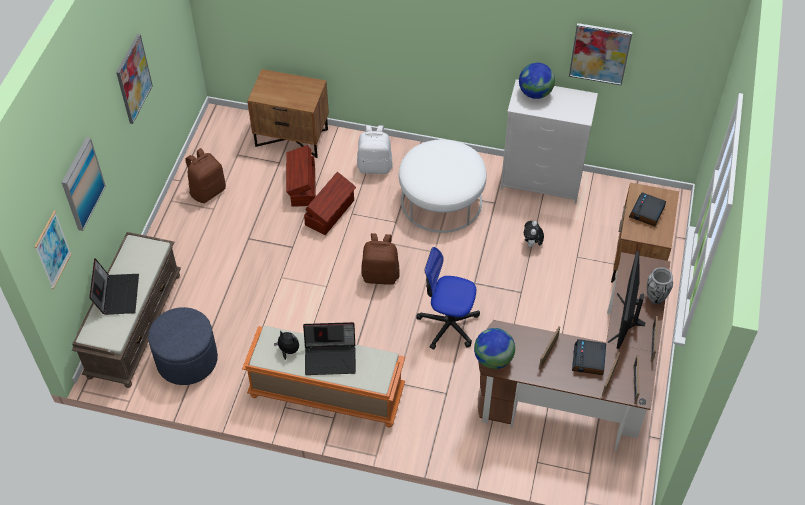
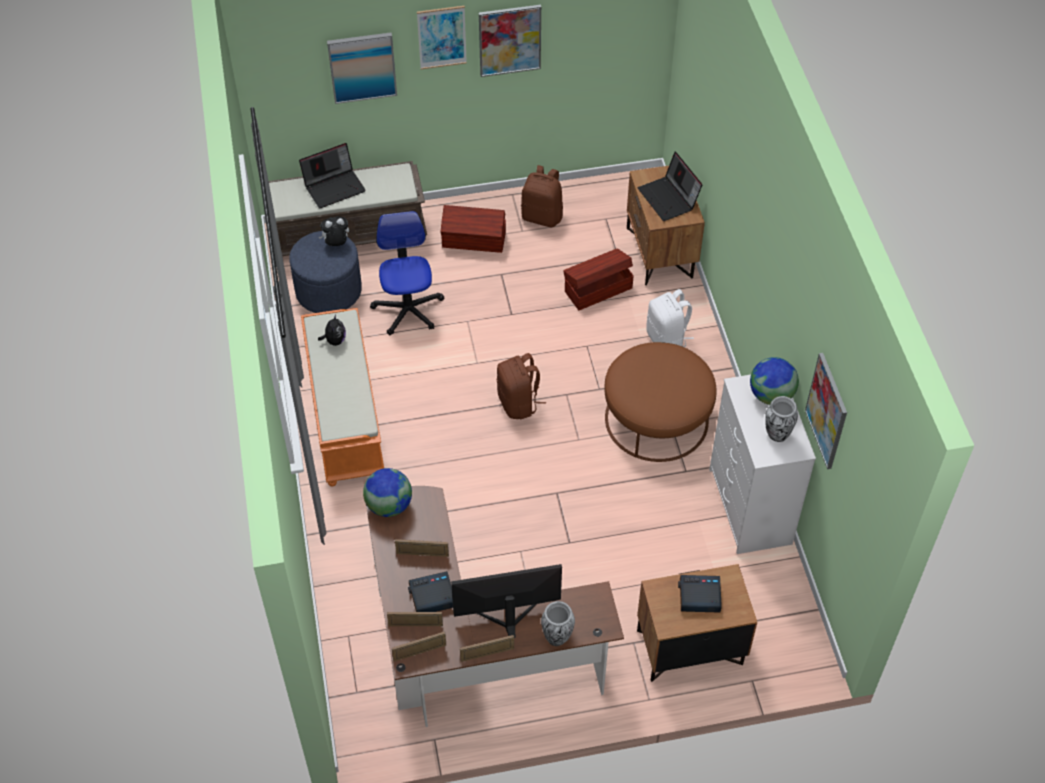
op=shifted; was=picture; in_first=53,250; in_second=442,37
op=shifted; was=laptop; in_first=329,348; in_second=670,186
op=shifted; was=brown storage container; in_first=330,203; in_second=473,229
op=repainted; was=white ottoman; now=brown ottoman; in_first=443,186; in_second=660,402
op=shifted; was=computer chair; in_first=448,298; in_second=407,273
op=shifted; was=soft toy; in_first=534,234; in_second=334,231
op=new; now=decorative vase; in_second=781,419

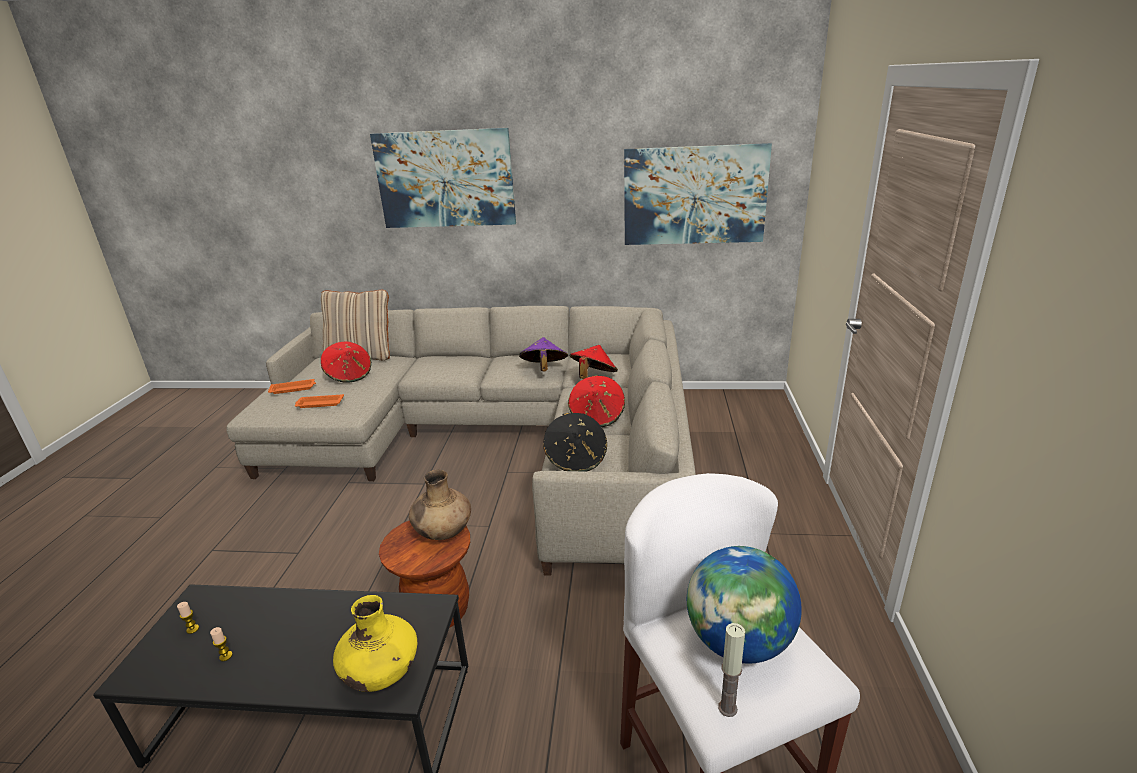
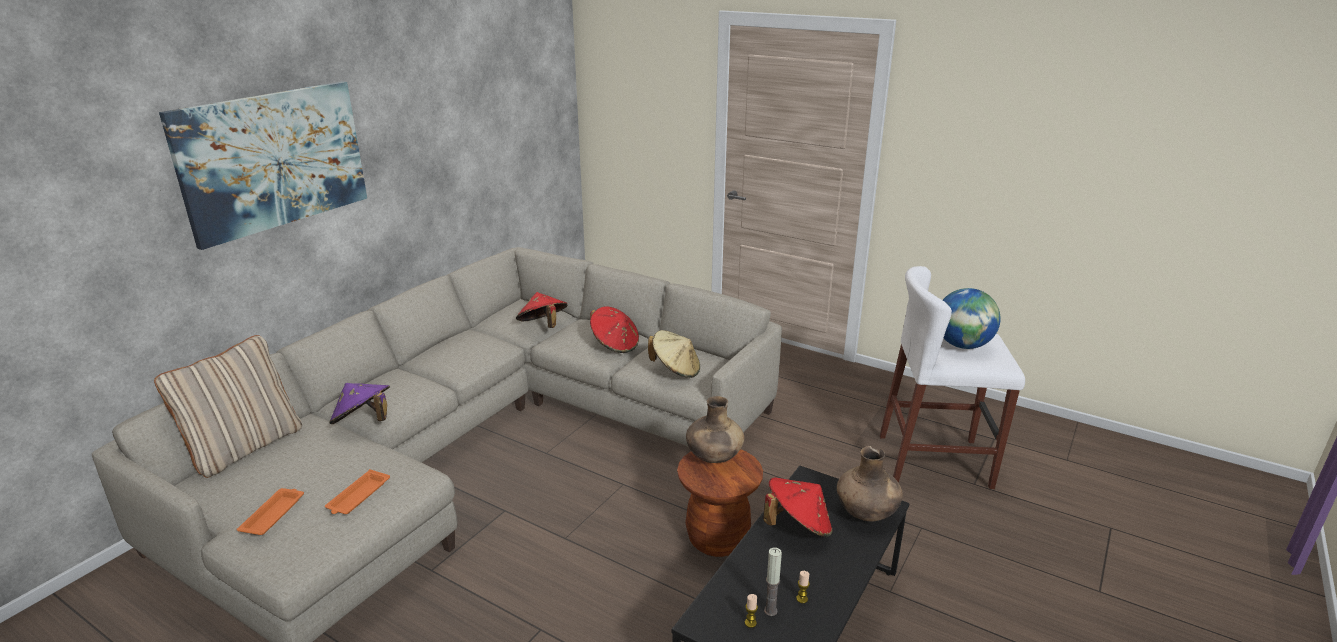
op=shifted; was=red-coloured wearable hat; in_first=346,362; in_second=798,507
op=repainted; was=yellow-coloured decorative vase; now=brown decorative vase; in_first=375,643; in_second=870,483
op=shifted; was=purple wearable hat; in_first=543,354; in_second=359,403
op=repainted; was=blackish wearable hat; now=beige wearable hat; in_first=575,442; in_second=674,354
op=gone; was=picture; in_first=698,194
op=shifted; was=candle; in_first=731,670; in_second=773,582

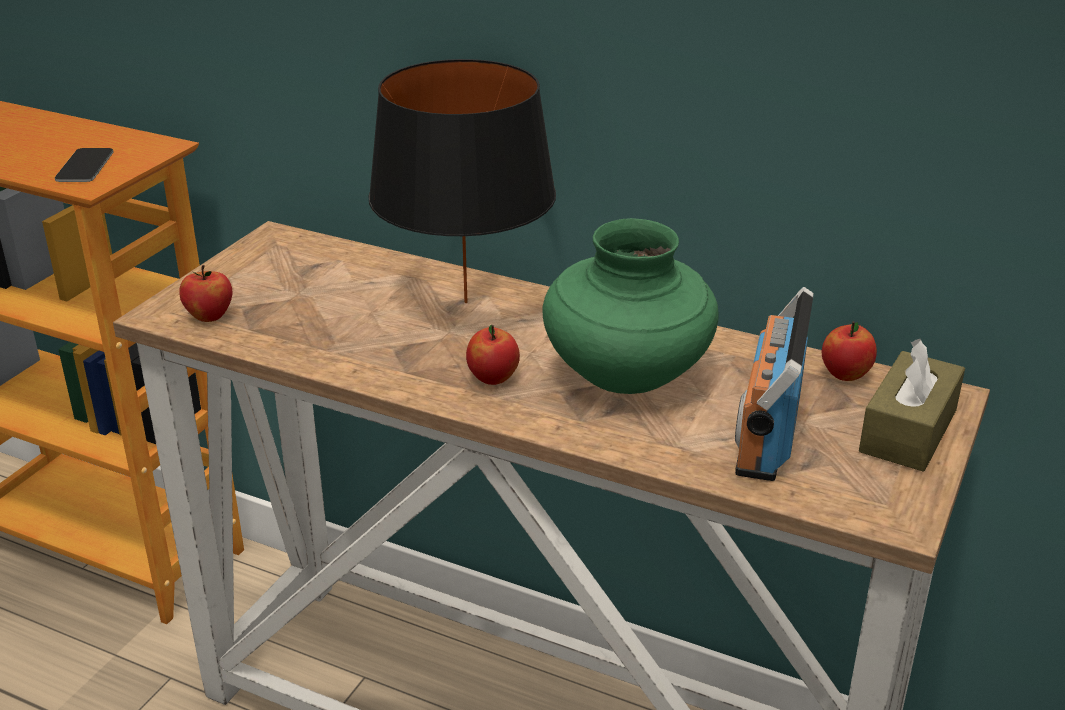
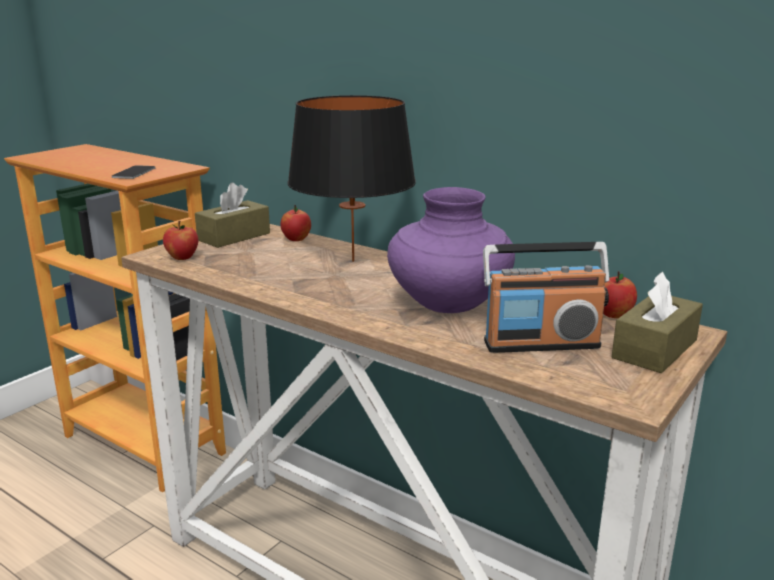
op=shifted; was=whole apple; in_first=493,355; in_second=296,223
op=repainted; was=green decorative vase; now=purple decorative vase; in_first=630,306; in_second=451,250
op=rotated; was=radio receiver; in_first=774,384; in_second=546,297; clockwise=-120
op=new; now=brown tissue holder; in_second=232,215

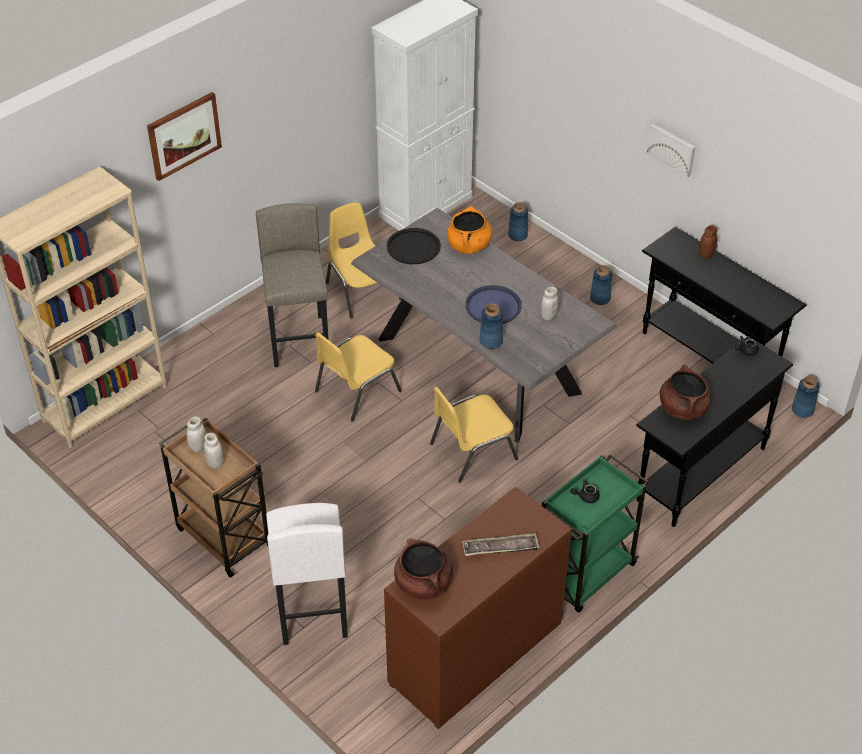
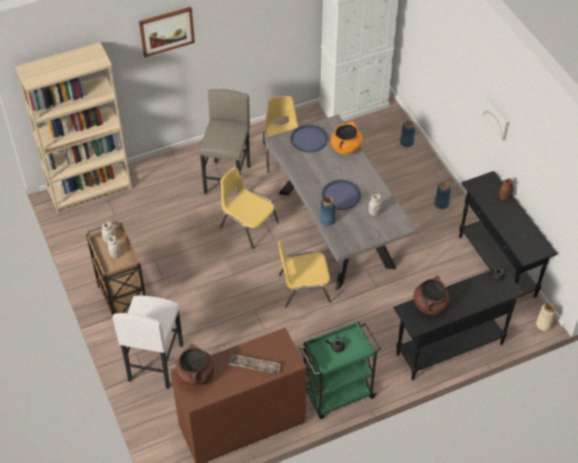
op=rotated; was=yellow-coloured chair; in_first=358,377; in_second=249,208; clockwise=60
op=repainted; was=blackish serving tray; now=blue-coloured serving tray; in_first=414,246; in_second=309,138
op=repainted; was=blue-coloured decorative vase; now=beige decorative vase; in_first=806,397; in_second=546,317

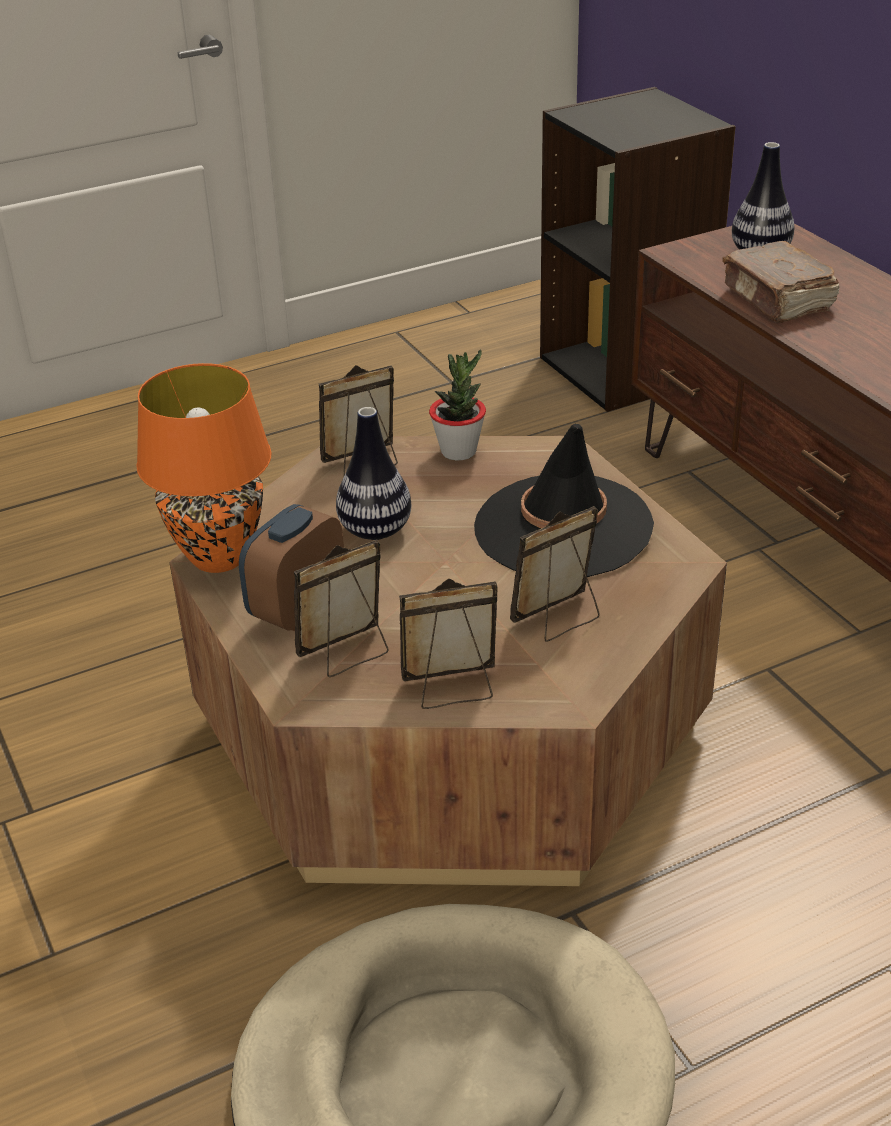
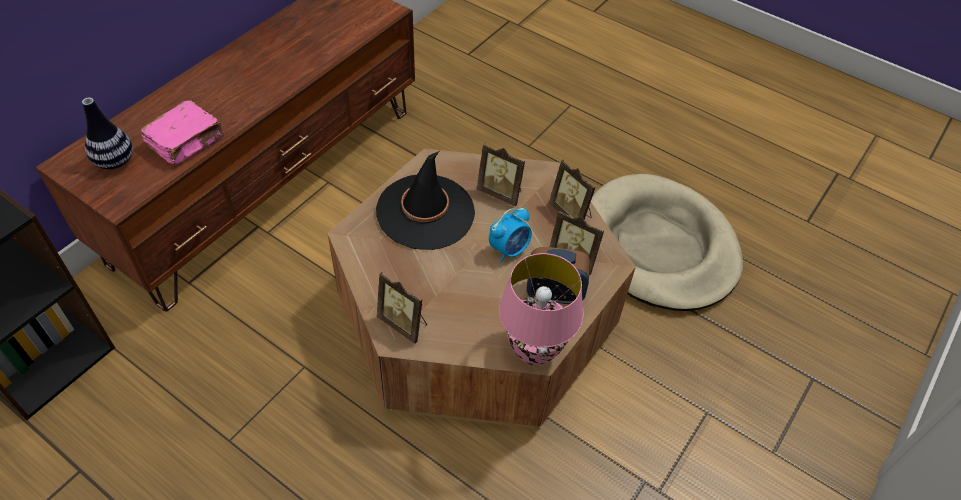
op=repainted; was=orange-coloured tabletop lamp; now=pink-coloured tabletop lamp; in_first=203,468; in_second=541,309
op=gone; was=decorative vase; in_first=373,473
op=gone; was=potted plant; in_first=457,404
op=repainted; was=brown volume; now=pink-coloured volume; in_first=781,282; in_second=182,132
op=new; now=bedside clock; in_second=510,235

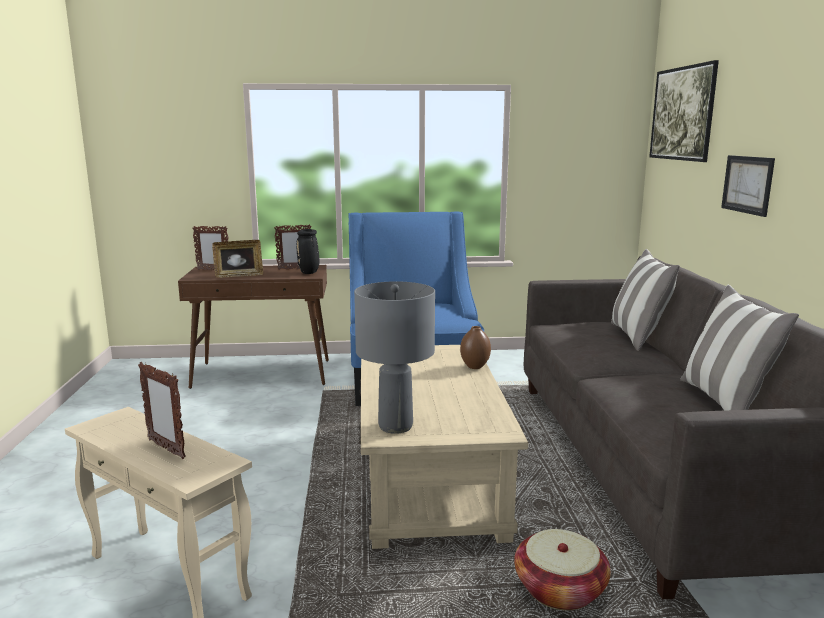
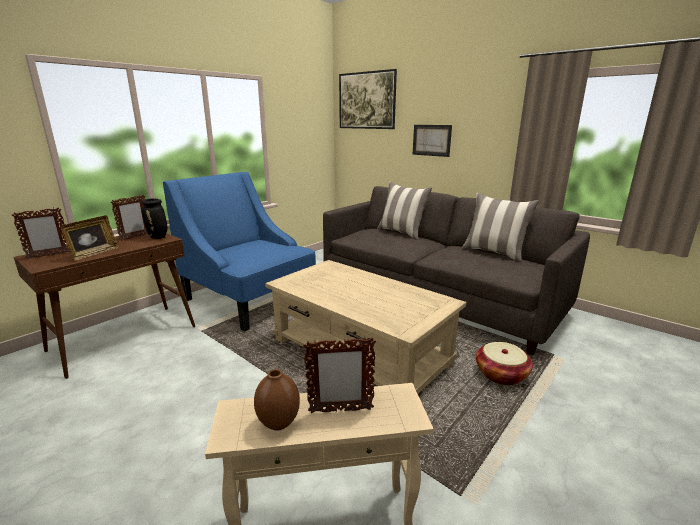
op=gone; was=grey tabletop lamp; in_first=394,357
op=shifted; was=brown decorative vase; in_first=475,347; in_second=277,400

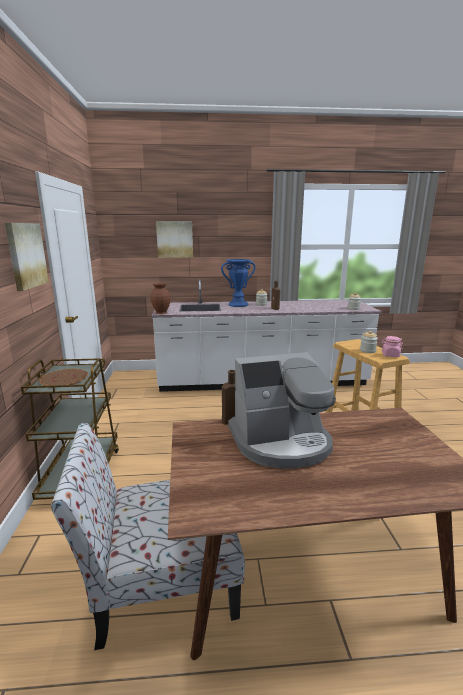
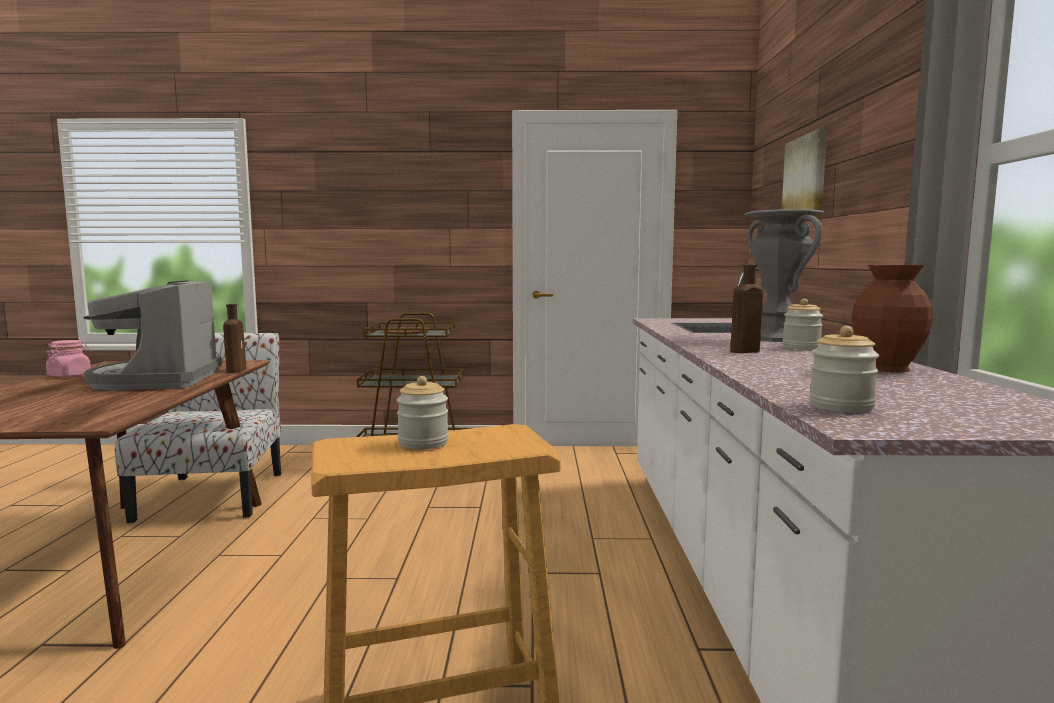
op=gone; was=picture; in_first=27,257
op=shifted; was=brown decorative vase; in_first=160,298; in_second=892,318
op=repainted; was=blue-coloured decorative vase; now=grey decorative vase; in_first=238,283; in_second=784,275
op=shifted; was=pink-coloured jar; in_first=392,346; in_second=68,359

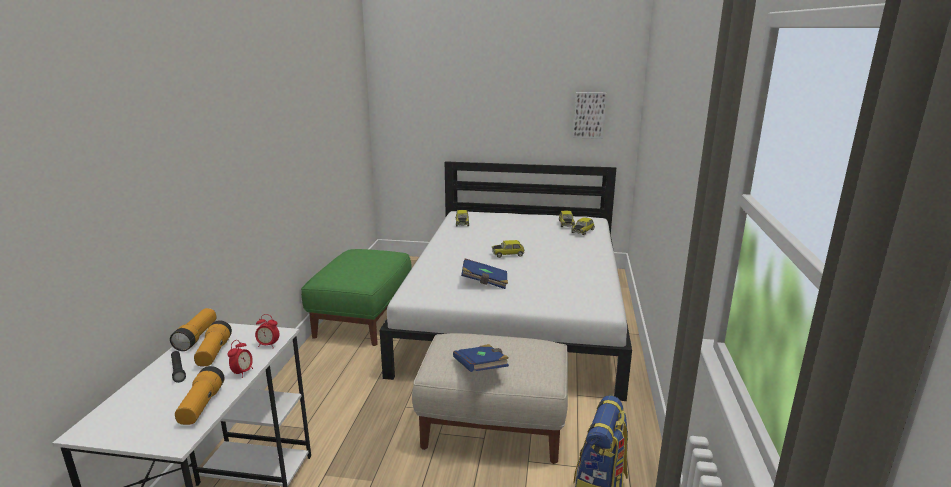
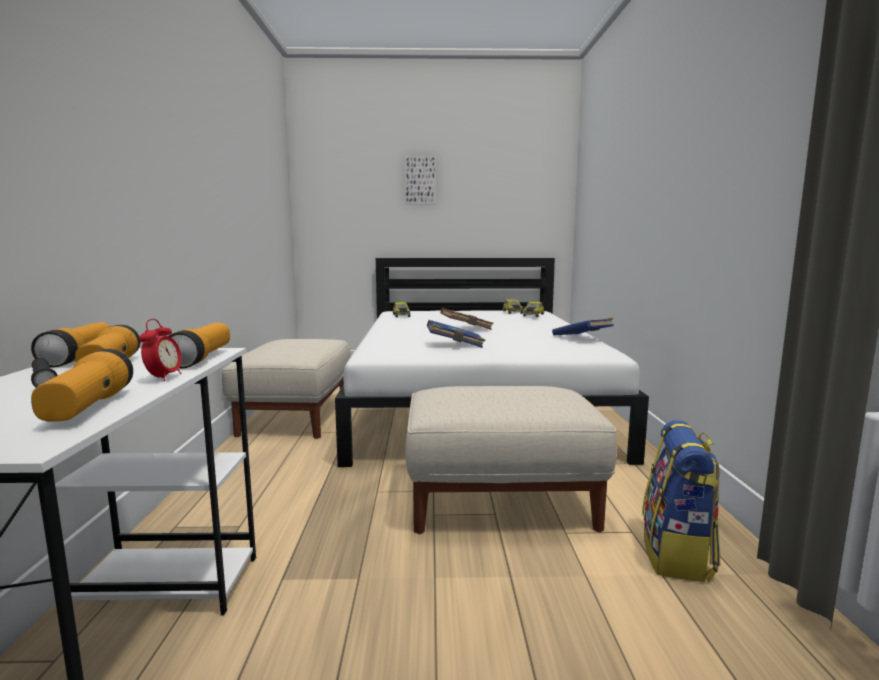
op=swapped; was=bedside clock; now=hand torch; in_first=267,330; in_second=199,346
op=repainted; was=green ottoman; now=beige ottoman; in_first=356,297; in_second=286,389
op=shifted; was=blue-coloured volume; in_first=481,358; in_second=583,326
op=swapped; was=model car; now=brown volume; in_first=508,249; in_second=467,319
op=shifted; was=picture; in_first=589,115; in_second=420,180

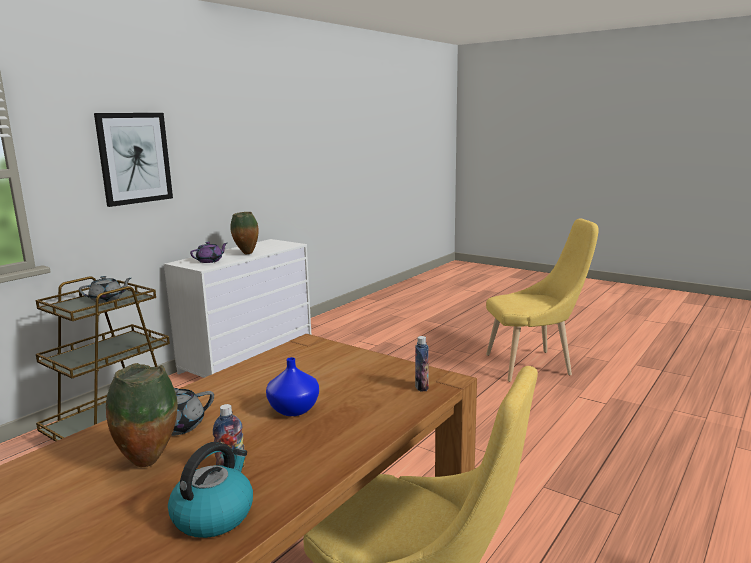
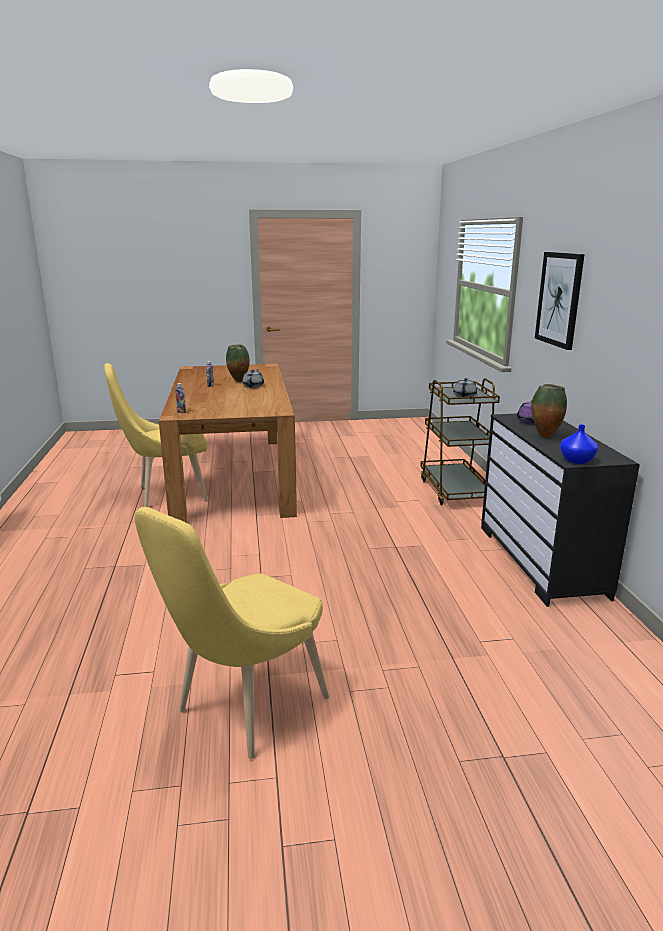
op=repainted; was=white drawer chest; now=blackish drawer chest; in_first=237,308; in_second=560,510
op=gone; was=water kettle; in_first=210,490
op=shifted; was=blue-coloured decorative vase; in_first=292,386; in_second=579,444

